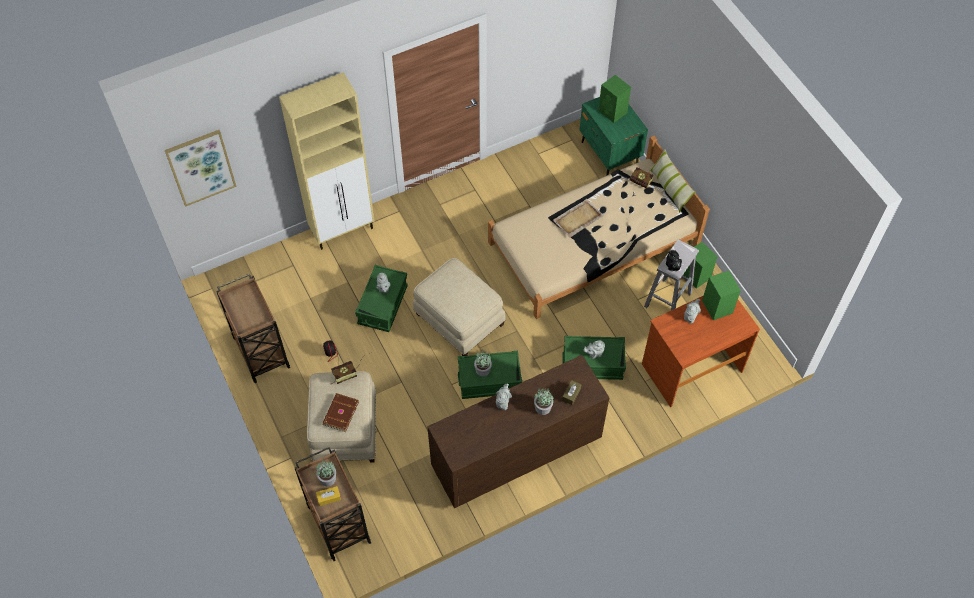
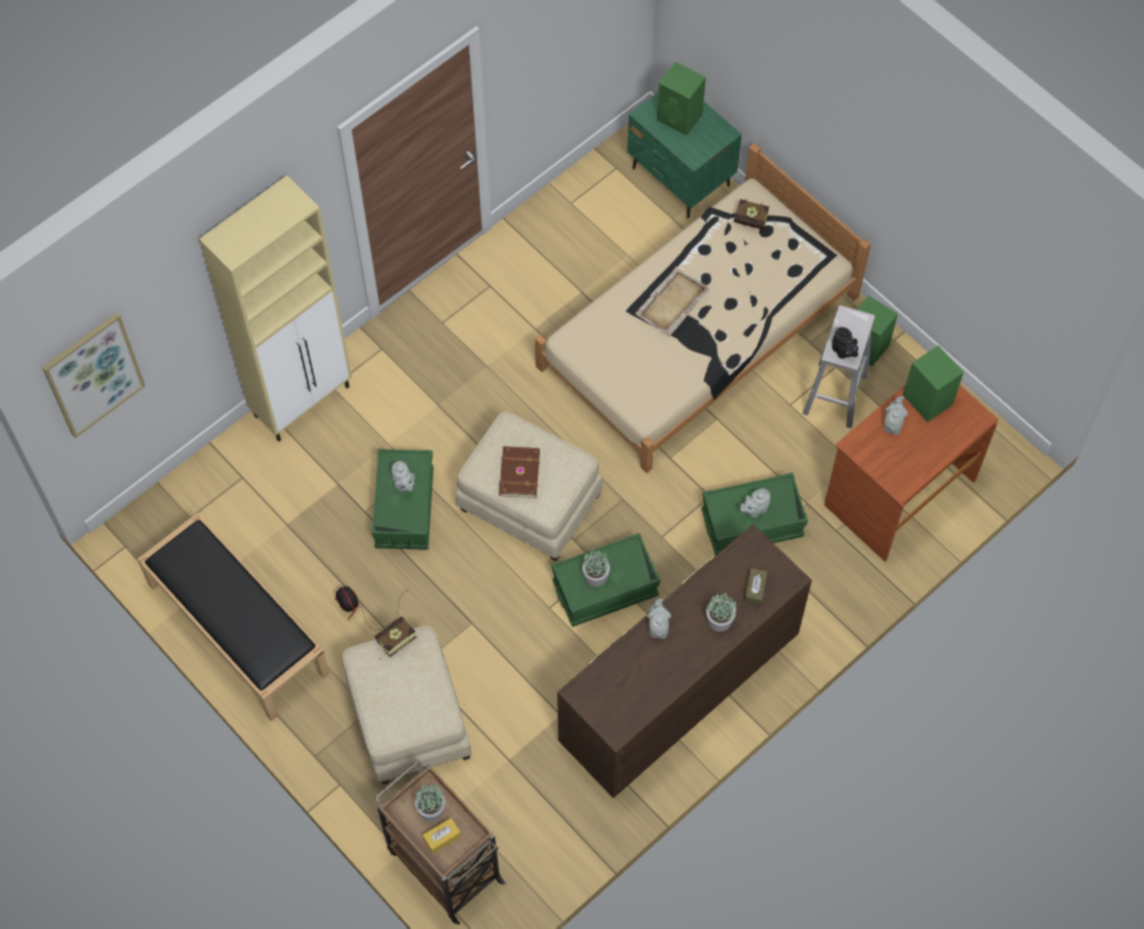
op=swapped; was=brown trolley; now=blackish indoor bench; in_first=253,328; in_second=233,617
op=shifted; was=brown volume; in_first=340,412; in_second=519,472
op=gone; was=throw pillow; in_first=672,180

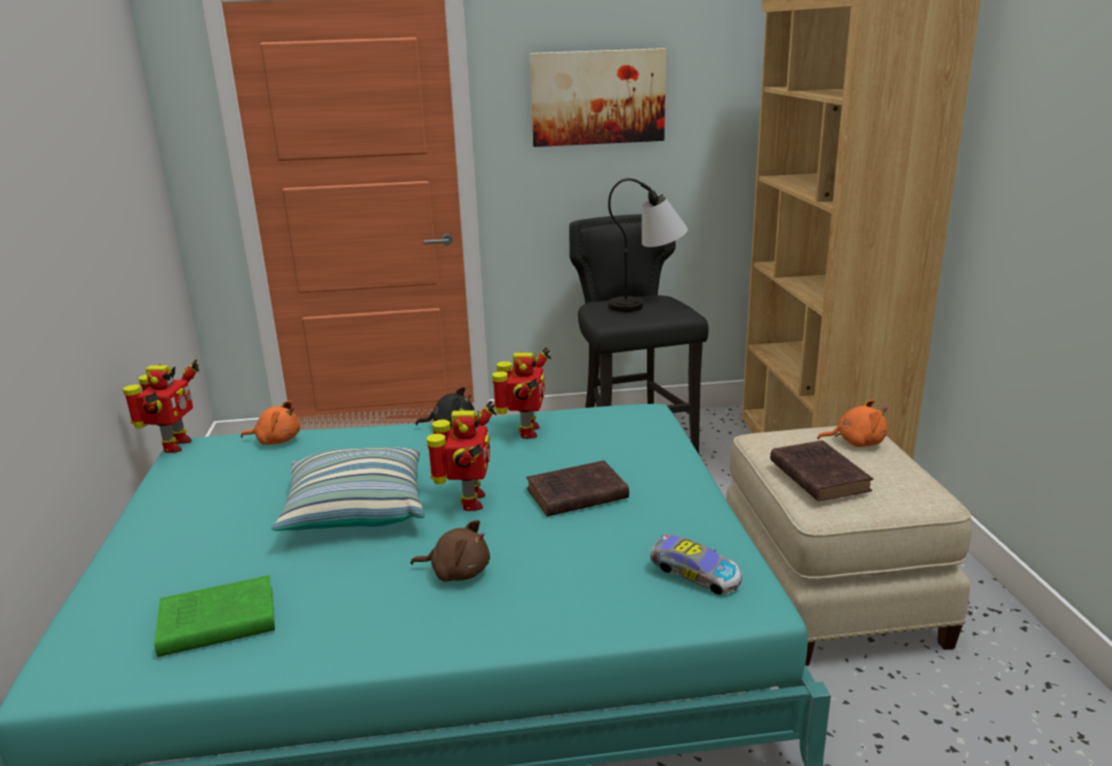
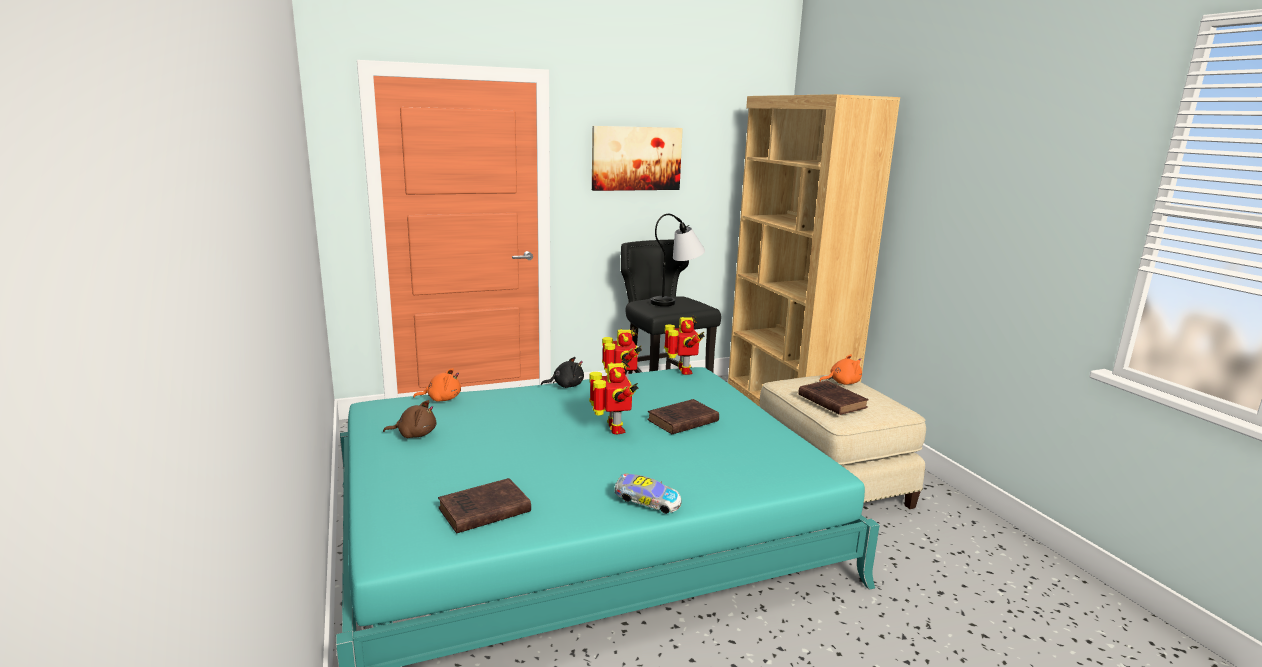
op=shifted; was=robot figure; in_first=161,406; in_second=684,345
op=repainted; was=green volume; now=brown volume; in_first=214,616; in_second=484,506
op=gone; was=throw pillow; in_first=348,489
op=shifted; was=brown soft toy; in_first=450,551; in_second=409,419
op=shifted; was=model car; in_first=696,564; in_second=648,494

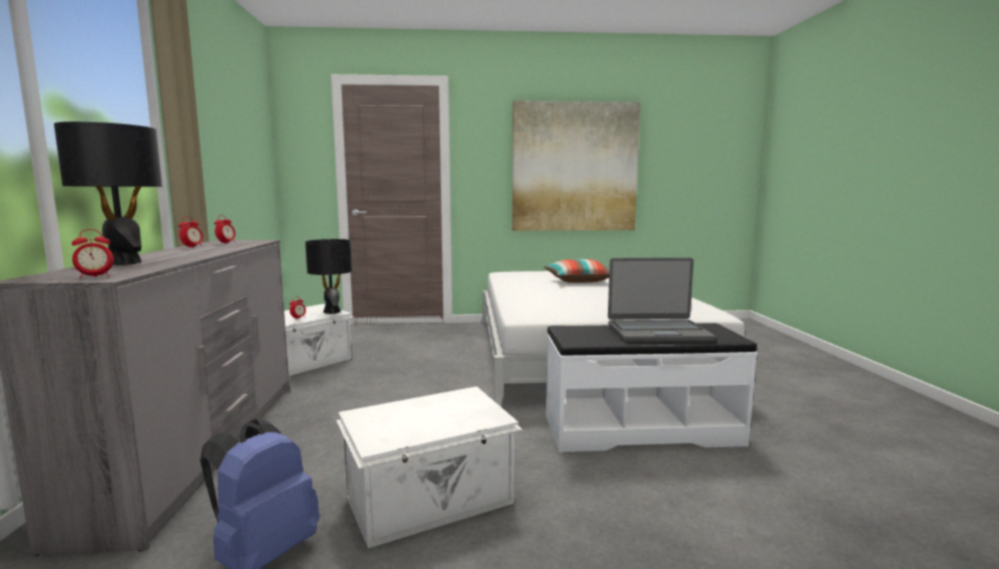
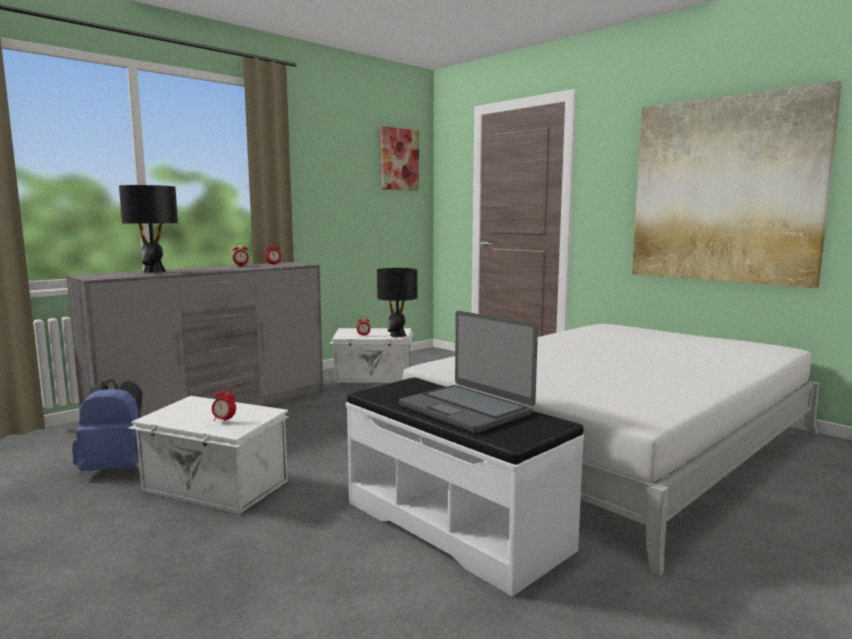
op=shifted; was=bedside clock; in_first=93,253; in_second=224,405
op=gone; was=throw pillow; in_first=576,271
op=new; now=picture; in_second=400,158

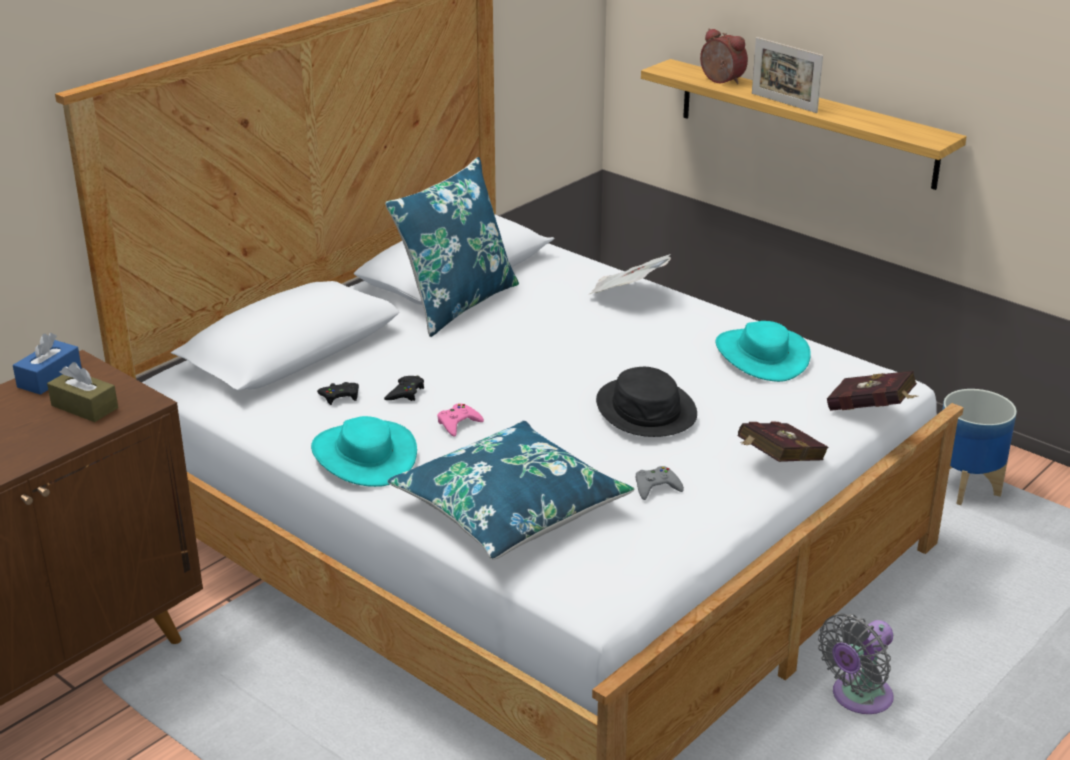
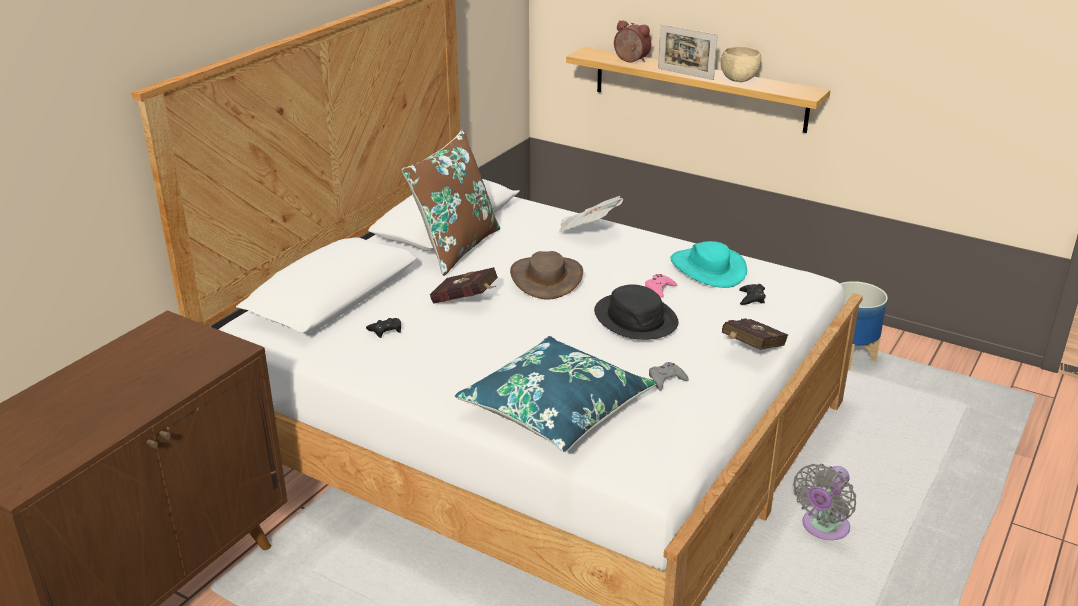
op=gone; was=blue-coloured tissue holder; in_first=47,364
op=gone; was=brown tissue holder; in_first=82,392
op=gone; was=blue-green wearable hat; in_first=364,451
op=shifted; was=blackish gamepad; in_first=404,388; in_second=752,294
op=repainted; was=blue-coloured throw pillow; now=brown throw pillow; in_first=452,247; in_second=451,202
op=shifted; was=pink-coloured gamepad; in_first=460,420; in_second=661,286
op=shifted; was=red-coloured volume; in_first=872,391; in_second=464,285
op=new; now=brown wearable hat; in_second=546,275
op=new; now=beige deep dish; in_second=741,64

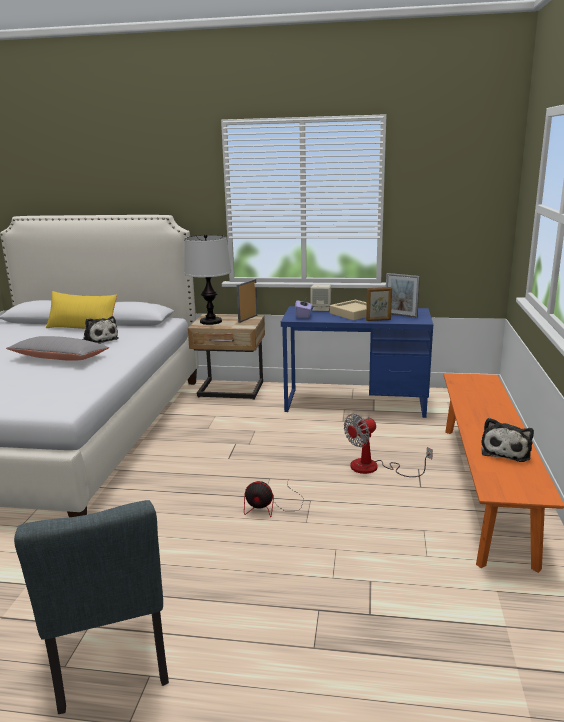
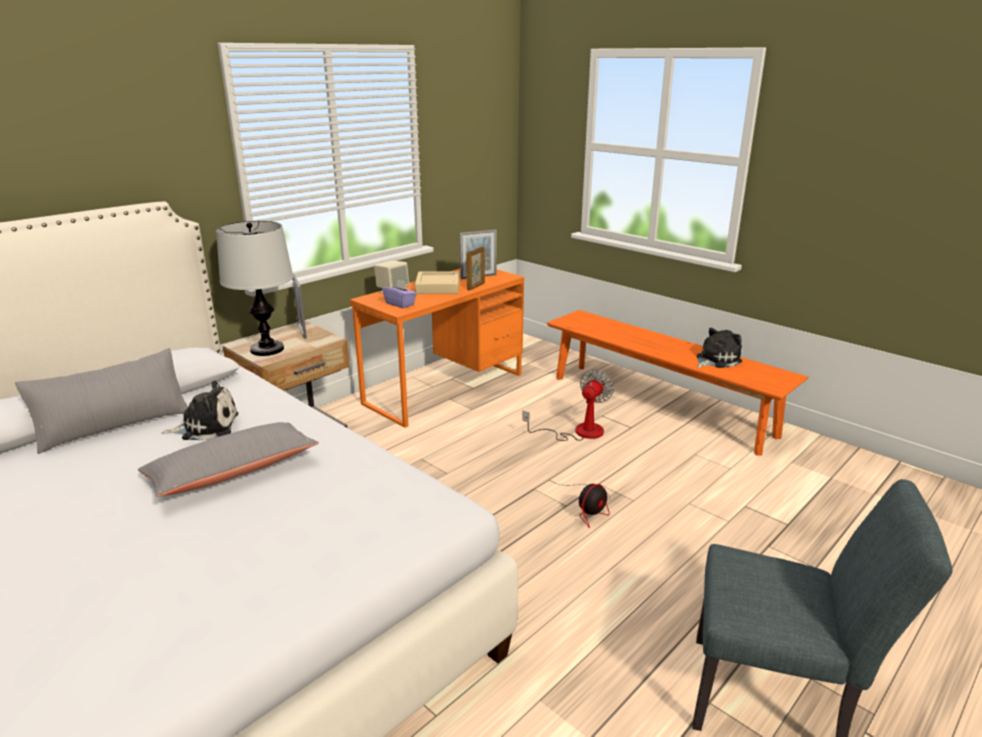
op=repainted; was=yellow-coloured throw pillow; now=grey throw pillow; in_first=81,310; in_second=101,401
op=repainted; was=blue-coloured desk table; now=orange-coloured desk table; in_first=357,362; in_second=437,348
op=rotated; was=cooling fan; in_first=388,445; in_second=568,405; clockwise=-150
op=rotated; was=soft toy; in_first=507,440; in_second=719,348; clockwise=-90

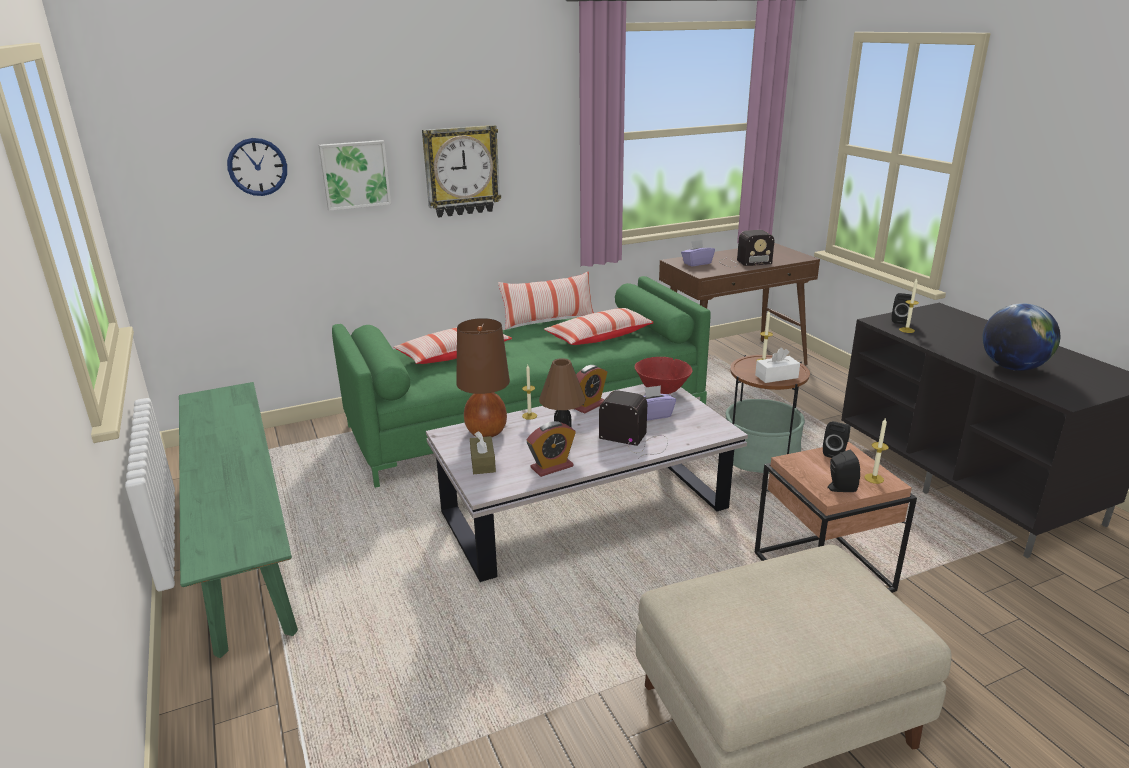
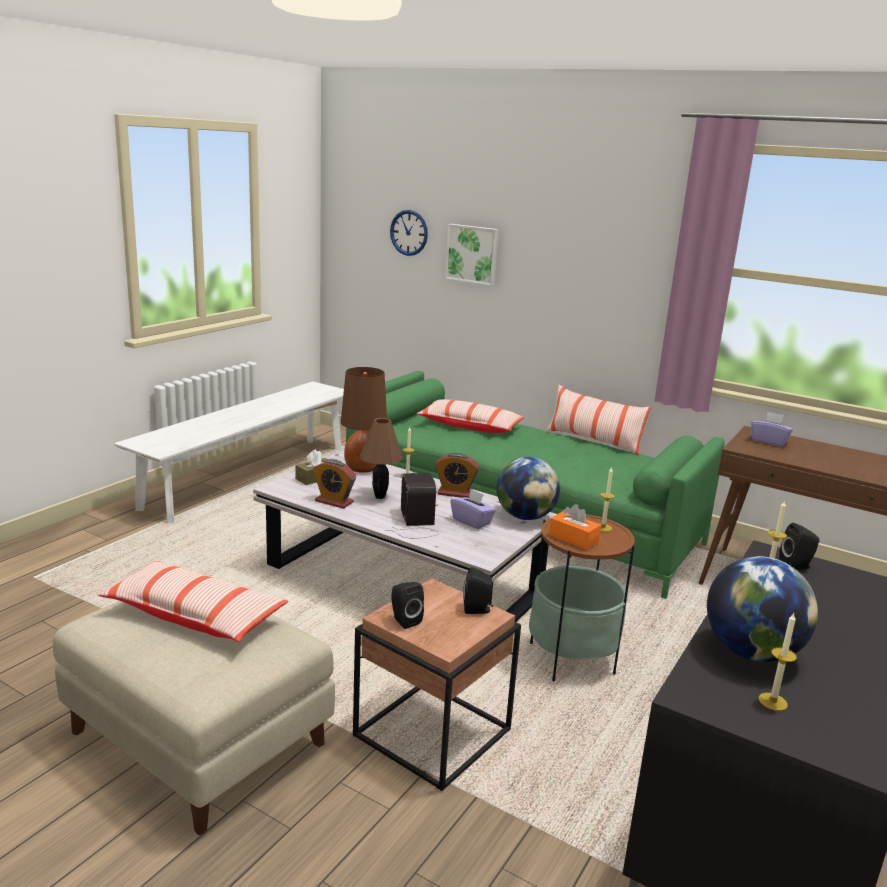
op=repainted; was=green indoor bench; now=white indoor bench; in_first=238,520; in_second=229,452
op=gone; was=clock on the wall; in_first=461,171
op=shifted; was=throw pillow; in_first=598,326; in_second=193,601
op=swapped; was=red-coloured deep dish; now=globe; in_first=664,375; in_second=528,488
op=gone; was=radio receiver; in_first=746,248
op=repainted; was=white tissue holder; now=orange-coloured tissue holder; in_first=777,365; in_second=575,527
op=shifted; was=candle; in_first=876,451; in_second=778,662

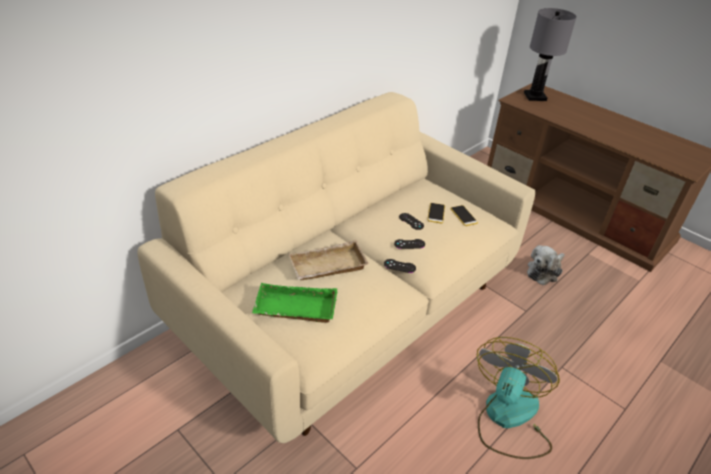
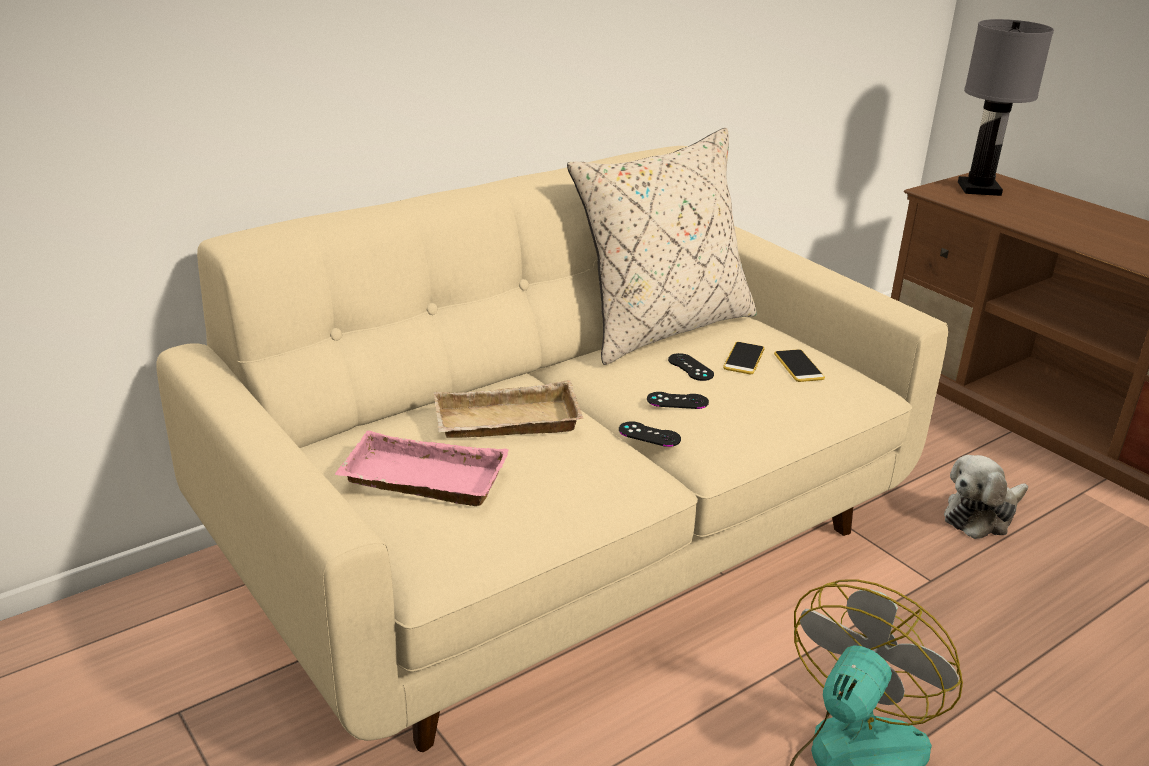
op=repainted; was=green serving tray; now=pink-coloured serving tray; in_first=295,303; in_second=422,468
op=new; now=beige throw pillow; in_second=662,246

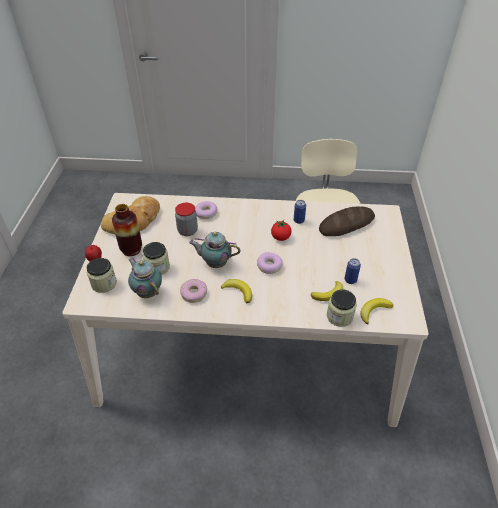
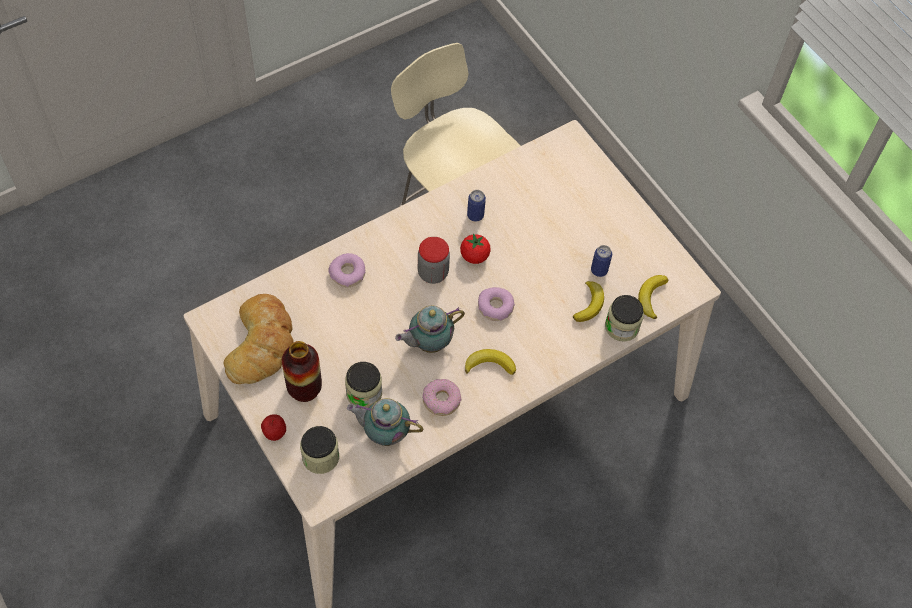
op=shifted; was=jar; in_first=186,219; in_second=434,260
op=gone; was=bakery bread; in_first=347,221

